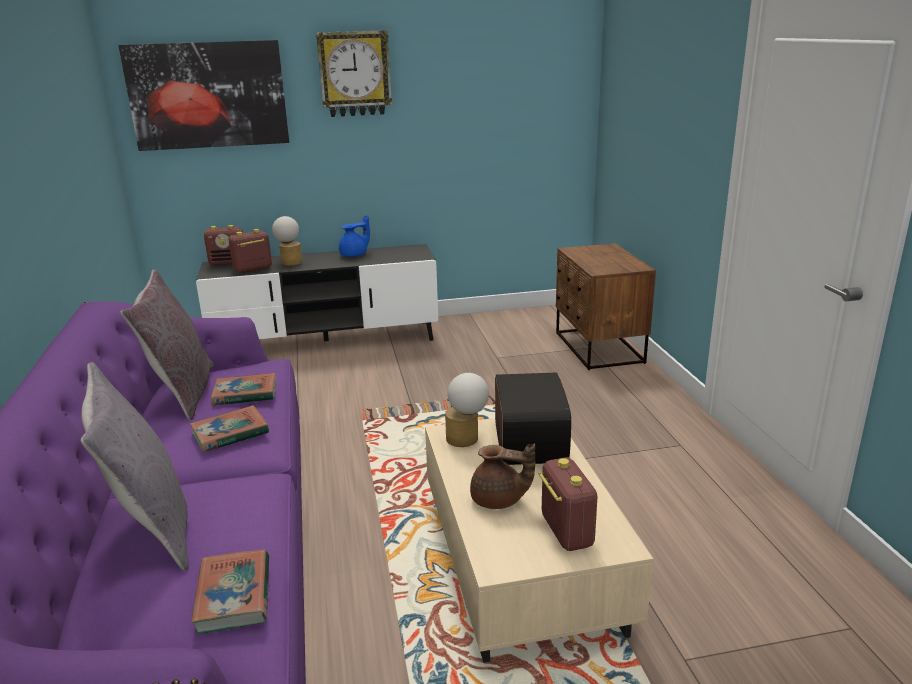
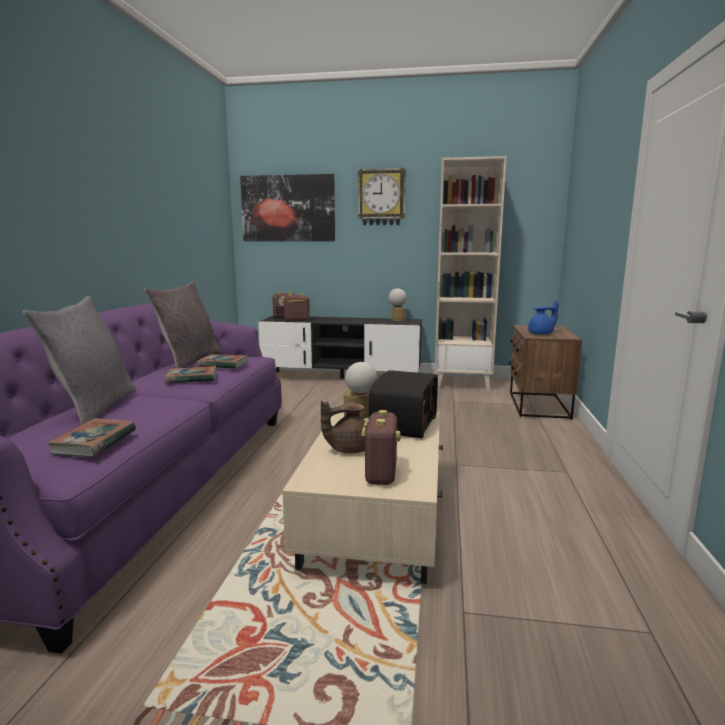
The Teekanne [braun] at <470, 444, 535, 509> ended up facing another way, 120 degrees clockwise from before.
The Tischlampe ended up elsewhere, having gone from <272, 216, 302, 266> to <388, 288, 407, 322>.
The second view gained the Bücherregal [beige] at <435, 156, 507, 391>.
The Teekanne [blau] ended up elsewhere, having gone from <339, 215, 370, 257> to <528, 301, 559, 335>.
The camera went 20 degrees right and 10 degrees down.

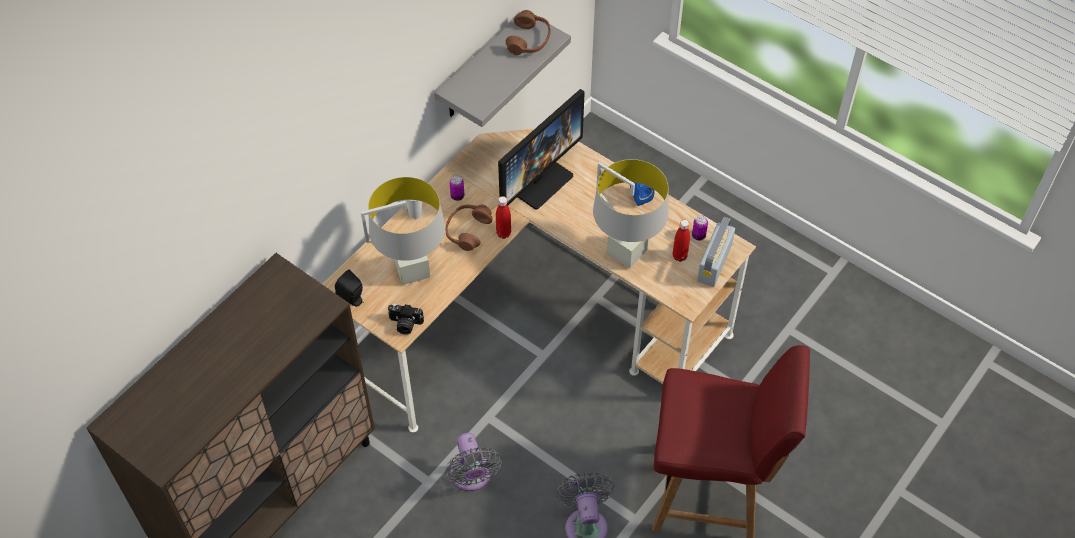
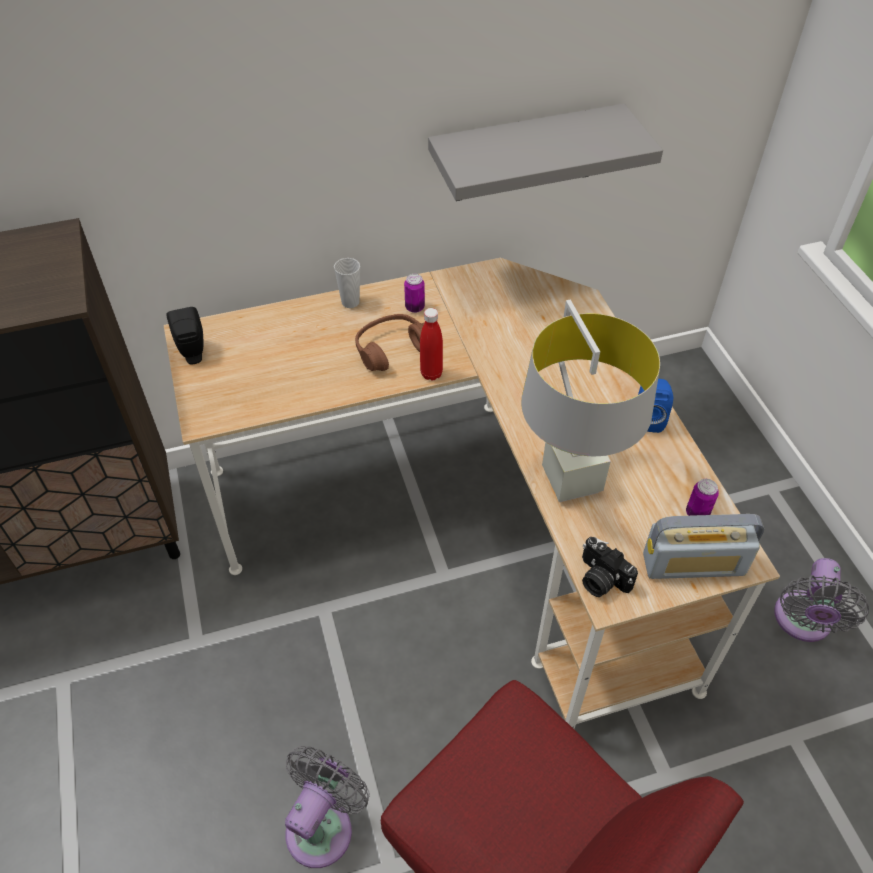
The Kamera ended up elsewhere, having gone from <387, 303, 424, 335> to <582, 537, 638, 597>.
The Radio at <697, 217, 735, 287> ended up facing another way, 150 degrees counterclockwise from before.
The Ventilator [grau] ended up elsewhere, having gone from <445, 433, 502, 491> to <774, 558, 869, 642>.
The second view lost the Tischlampe [grau] at <361, 177, 445, 285>.
The second view lost the Monitor at <498, 89, 585, 210>.
The second view lost the Kopfhörer [braun] at <506, 10, 551, 55>.
The second view lost the Flasche [rot] at <673, 220, 690, 262>.
The camera went 35 degrees right and 5 degrees down.

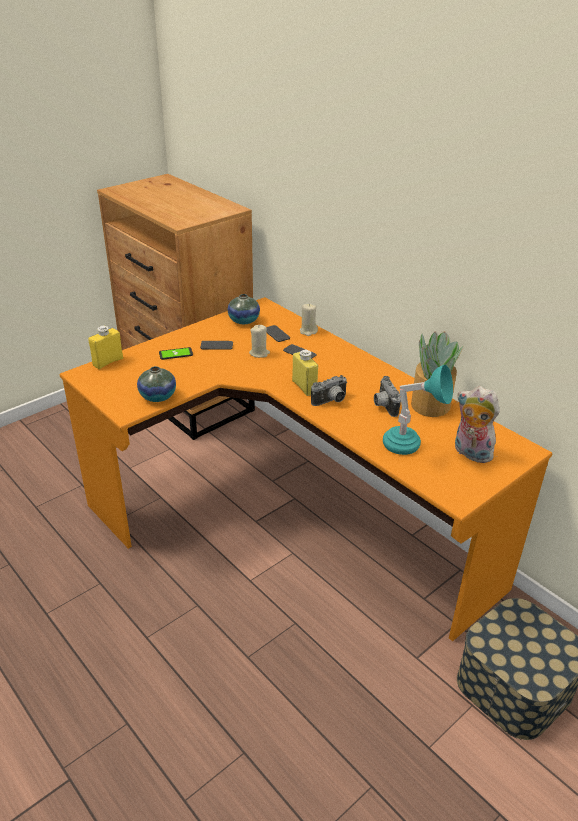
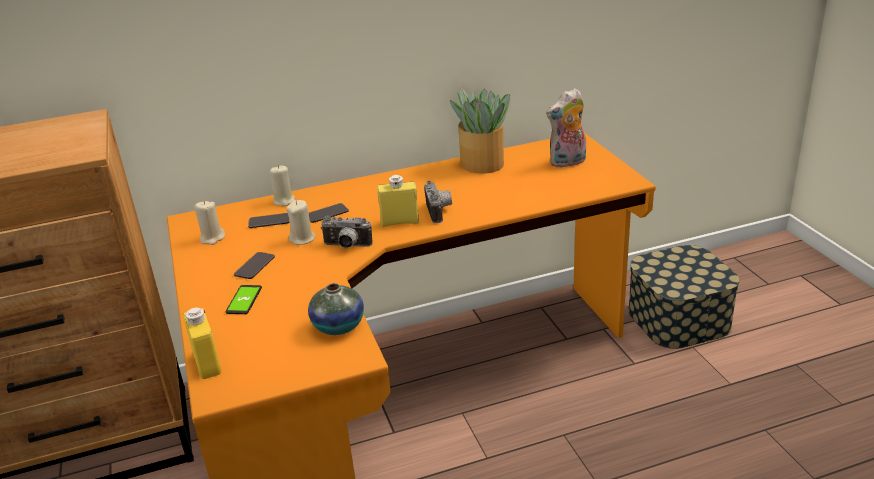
Where the Vase stood at <228, 294, 260, 324>, the Kerze [beige] came to stand at <194, 201, 225, 245>.
The Kamera ended up elsewhere, having gone from <374, 376, 401, 417> to <321, 216, 373, 248>.
The second view lost the Tischlampe [türkis] at <383, 365, 453, 455>.
The camera went 65 degrees left and 5 degrees down.

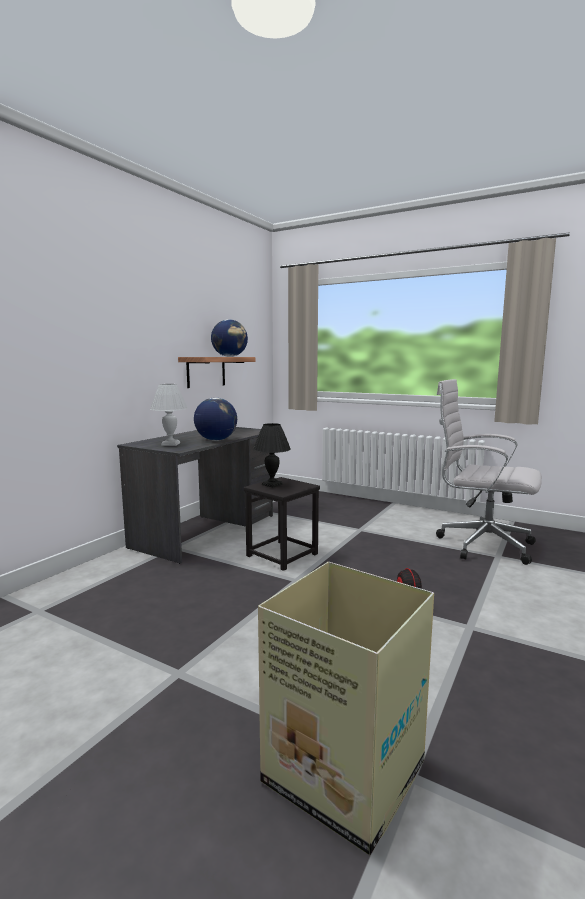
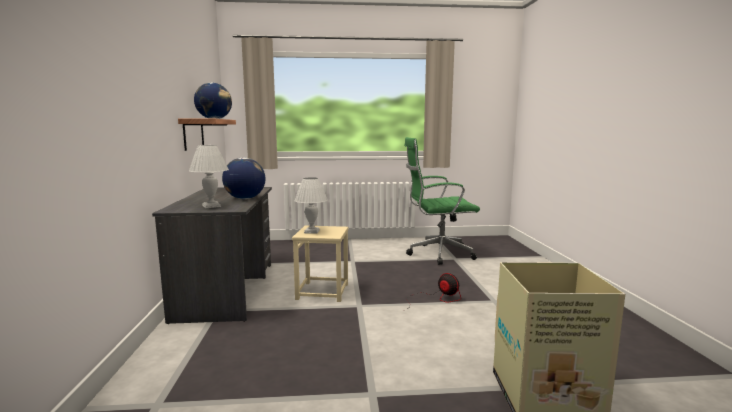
What was the Hocker [schwarz] at <244, 477, 320, 571> turned into the Hocker [beige] at <292, 226, 348, 302>.
What was the Tischlampe [schwarz] at <253, 423, 291, 488> turned into the Tischlampe [weiß] at <294, 177, 328, 234>.
What was the Bürostuhl [weiß] at <436, 379, 542, 565> turned into the Bürostuhl [grün] at <404, 137, 480, 265>.
The camera went 35 degrees left and 0 degrees up.

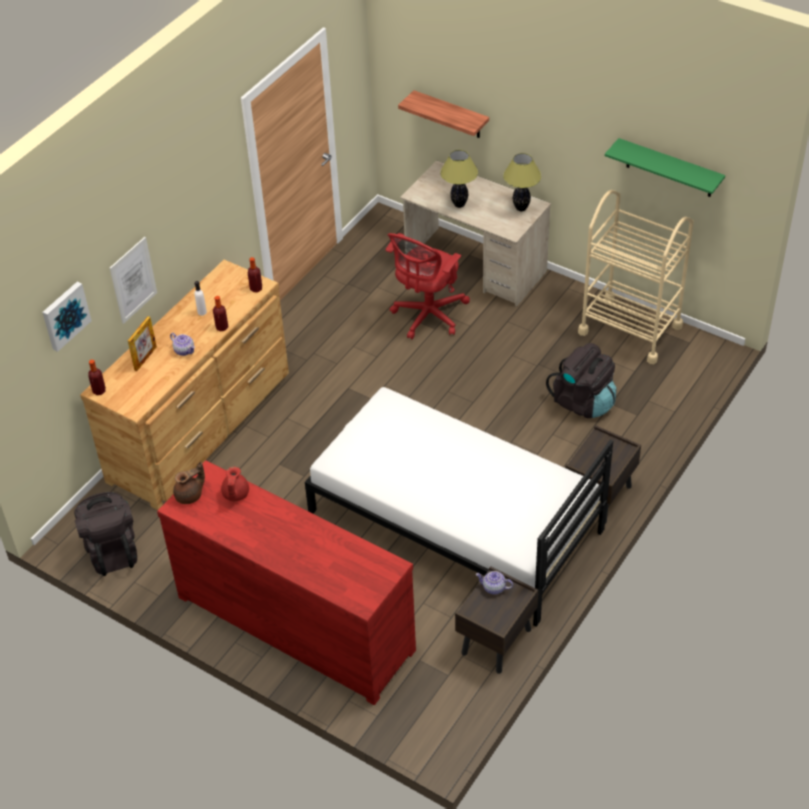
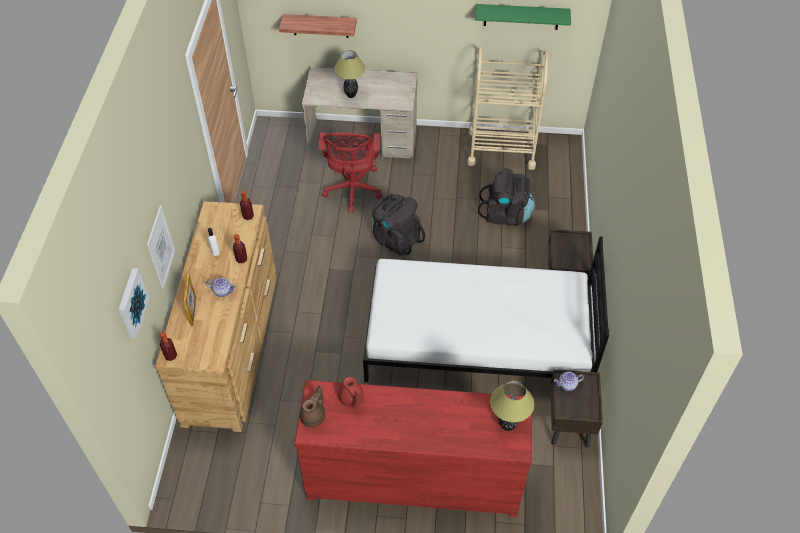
The Rucksack [schwarz] ended up elsewhere, having gone from <74, 492, 137, 576> to <372, 194, 425, 256>.
The Tischlampe ended up elsewhere, having gone from <503, 153, 541, 211> to <490, 381, 534, 431>.
The camera went 30 degrees left and 5 degrees up.

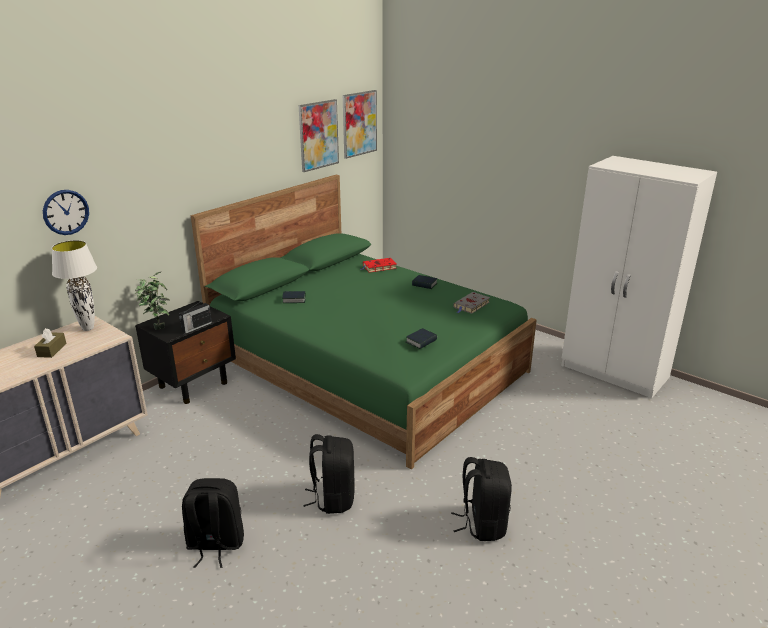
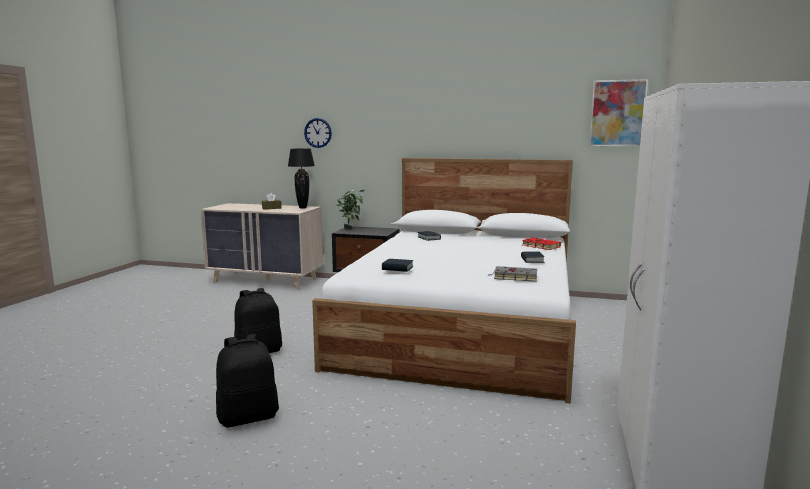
What was the Tischlampe [weiß] at <52, 240, 97, 331> turned into the Tischlampe [schwarz] at <288, 149, 315, 209>.
What was the Bett [grün] at <191, 175, 537, 469> turned into the Bett [weiß] at <312, 158, 576, 403>.
The second view lost the Radio at <179, 300, 212, 334>.
The second view lost the Rucksack [schwarz] at <182, 478, 244, 568>.
The second view lost the Bild at <298, 99, 339, 172>.
The camera went 65 degrees right and 15 degrees down.

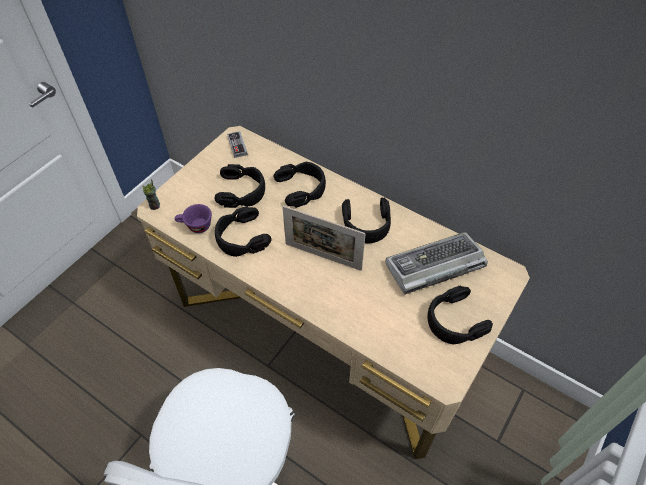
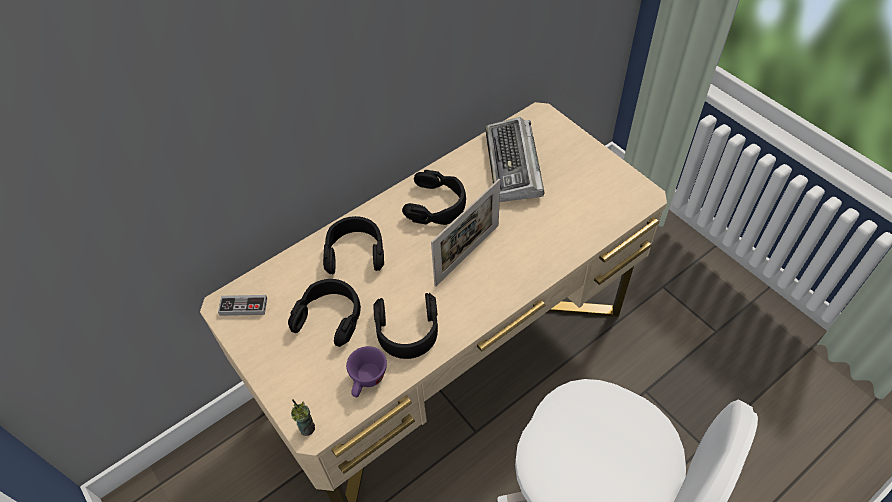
The second view lost the Kopfhörer [schwarz] at <428, 286, 493, 344>.
The camera went 70 degrees left and 0 degrees up.

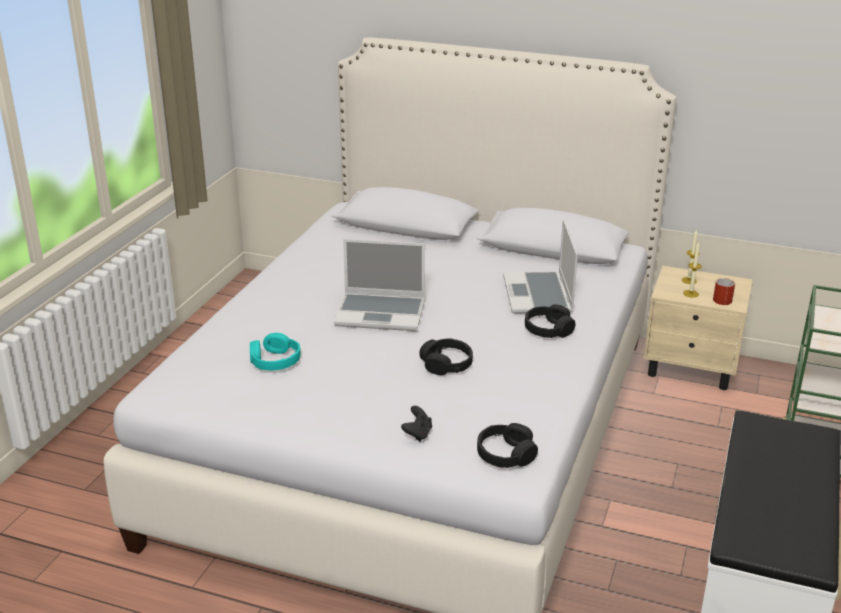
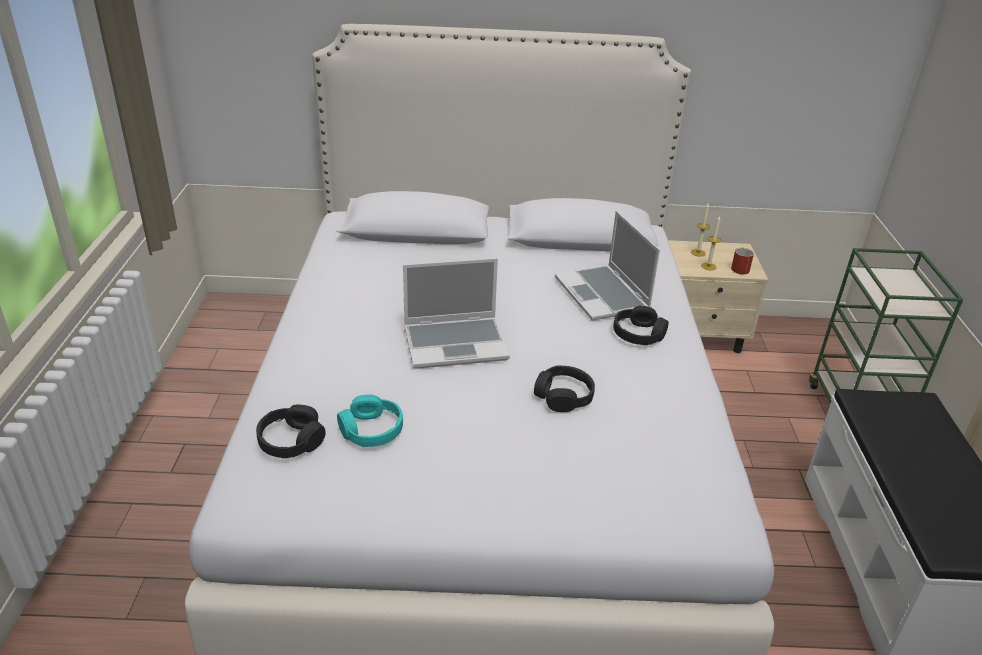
The Kopfhörer [schwarz] ended up elsewhere, having gone from <477, 423, 538, 468> to <256, 404, 325, 458>.
The second view lost the Gamepad [schwarz] at <401, 406, 432, 442>.
The camera went 20 degrees left and 5 degrees up.

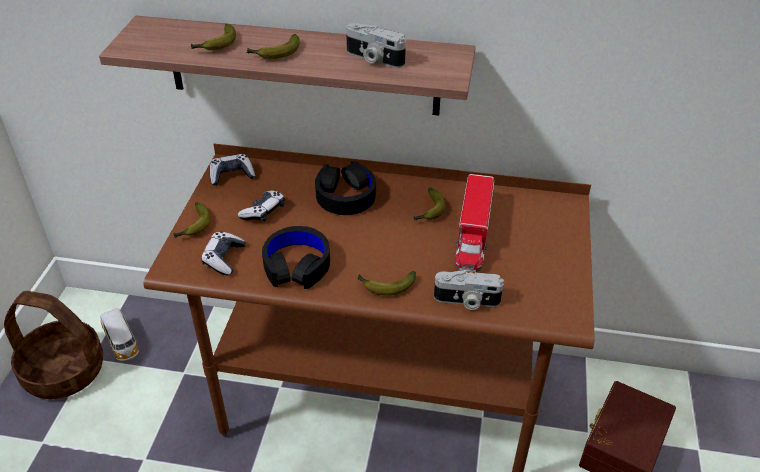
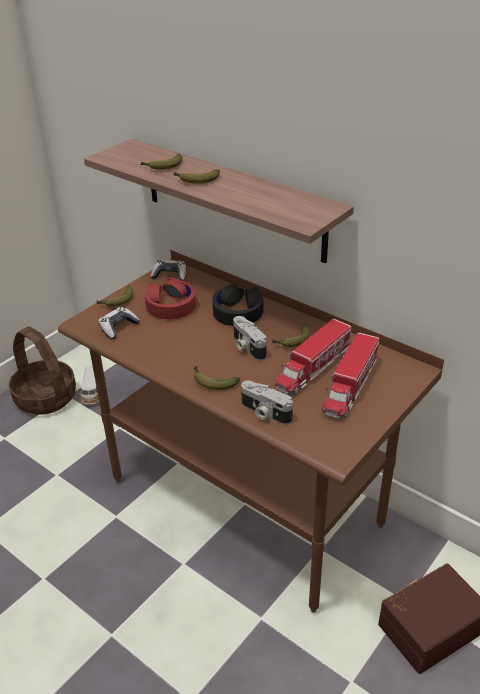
Where the Gamepad stood at <238, 190, 285, 222>, the Kopfhörer [rot] came to stand at <145, 278, 196, 319>.
The Kamera ended up elsewhere, having gone from <346, 23, 406, 68> to <233, 316, 267, 361>.
The second view gained the Spielzeuglaster at <322, 333, 379, 419>.
The second view lost the Kopfhörer [schwarz] at <262, 226, 330, 289>.
The camera went 30 degrees right and 5 degrees down.

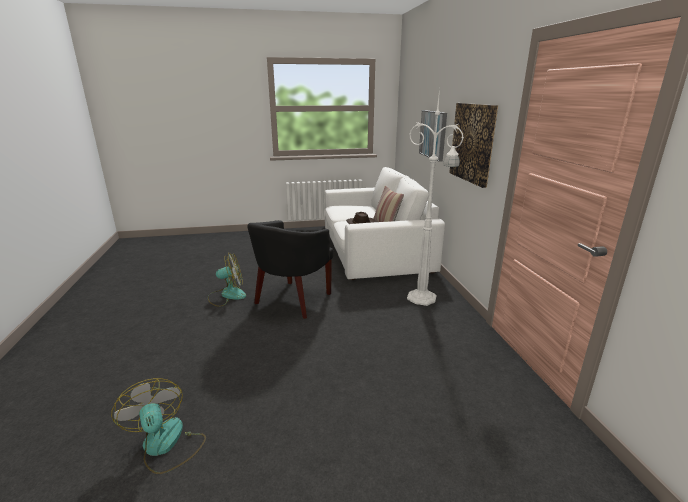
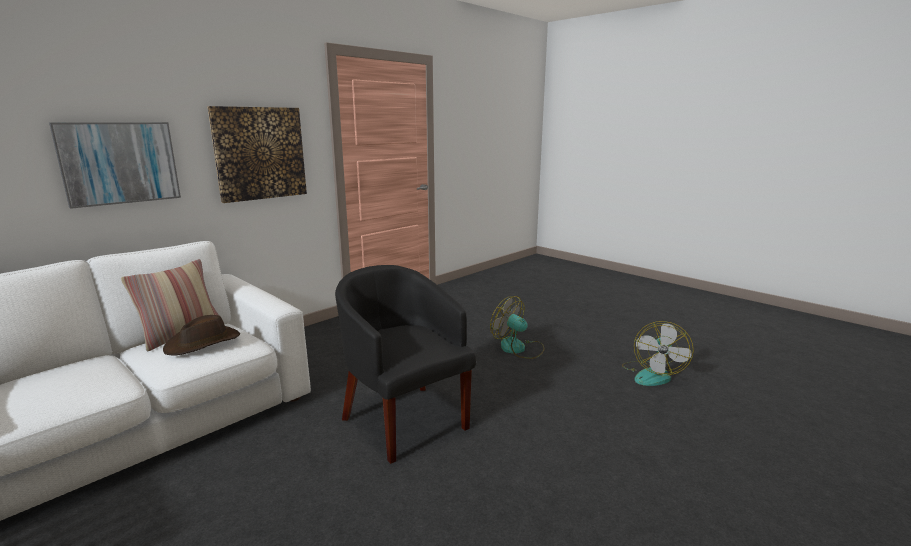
The Sessel [schwarz] at <247, 220, 333, 319> ended up facing another way, 120 degrees counterclockwise from before.
The Ventilator ended up elsewhere, having gone from <208, 253, 246, 307> to <490, 296, 544, 359>.
The second view lost the Stehlampe [weiß] at <407, 88, 464, 306>.
The camera went 125 degrees left and 5 degrees down.

